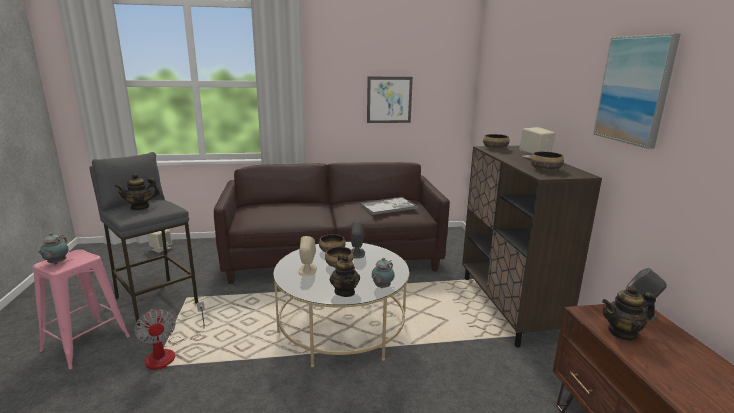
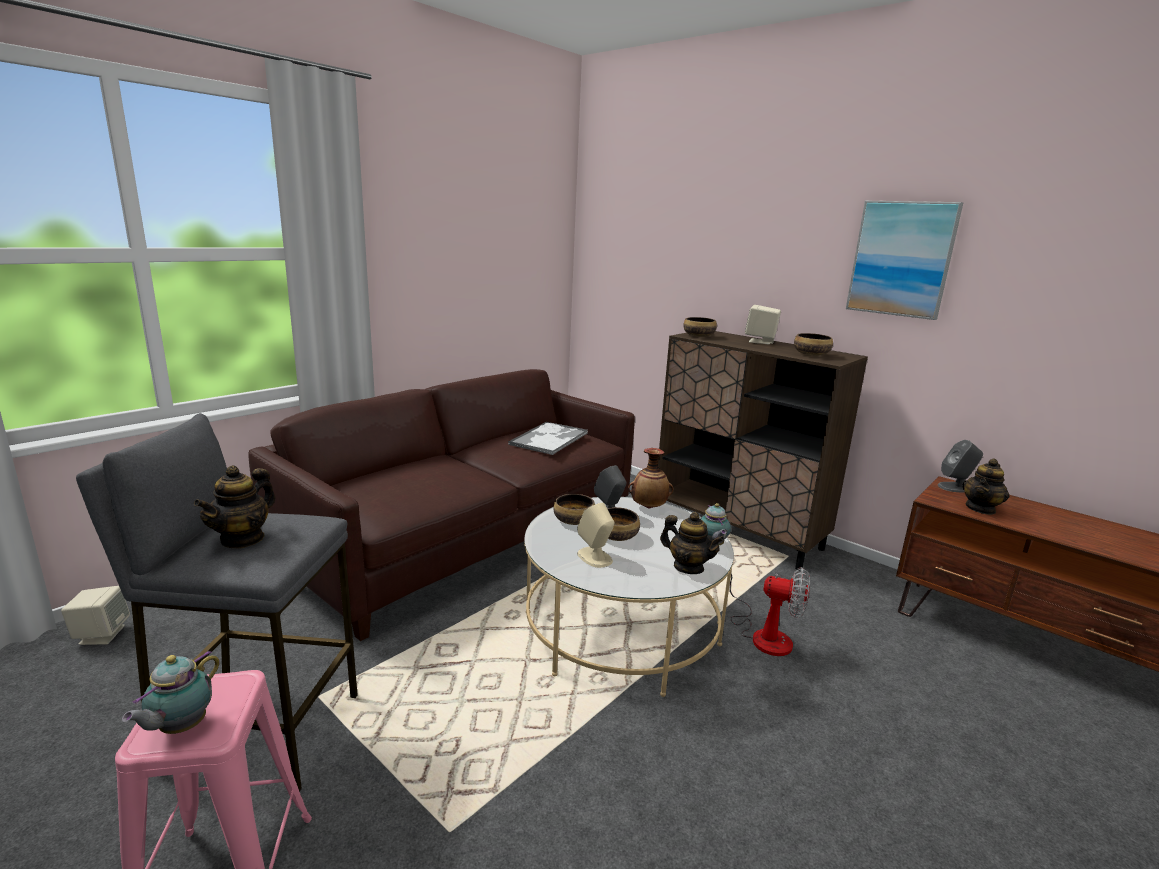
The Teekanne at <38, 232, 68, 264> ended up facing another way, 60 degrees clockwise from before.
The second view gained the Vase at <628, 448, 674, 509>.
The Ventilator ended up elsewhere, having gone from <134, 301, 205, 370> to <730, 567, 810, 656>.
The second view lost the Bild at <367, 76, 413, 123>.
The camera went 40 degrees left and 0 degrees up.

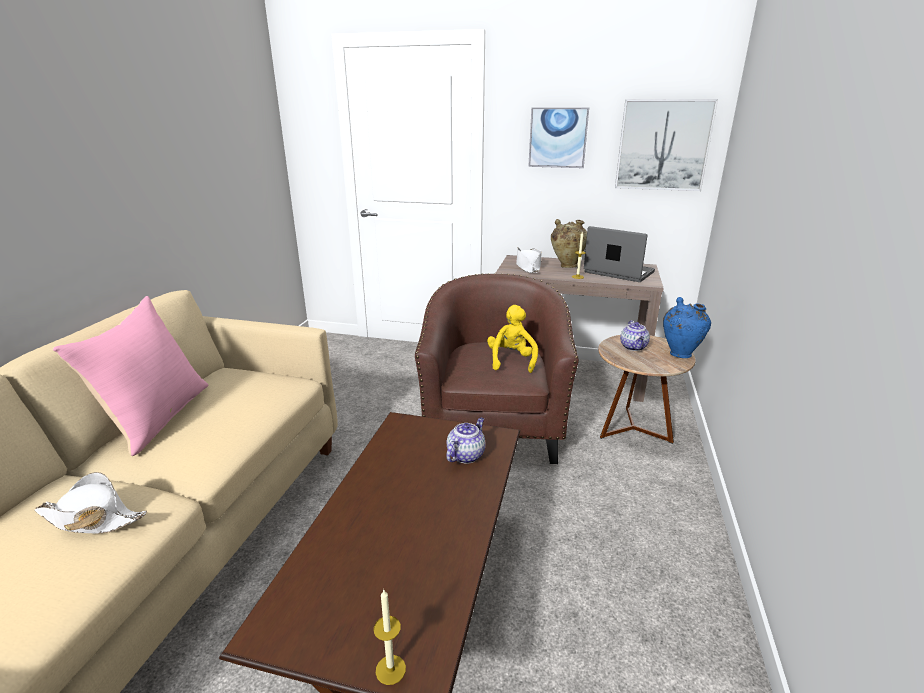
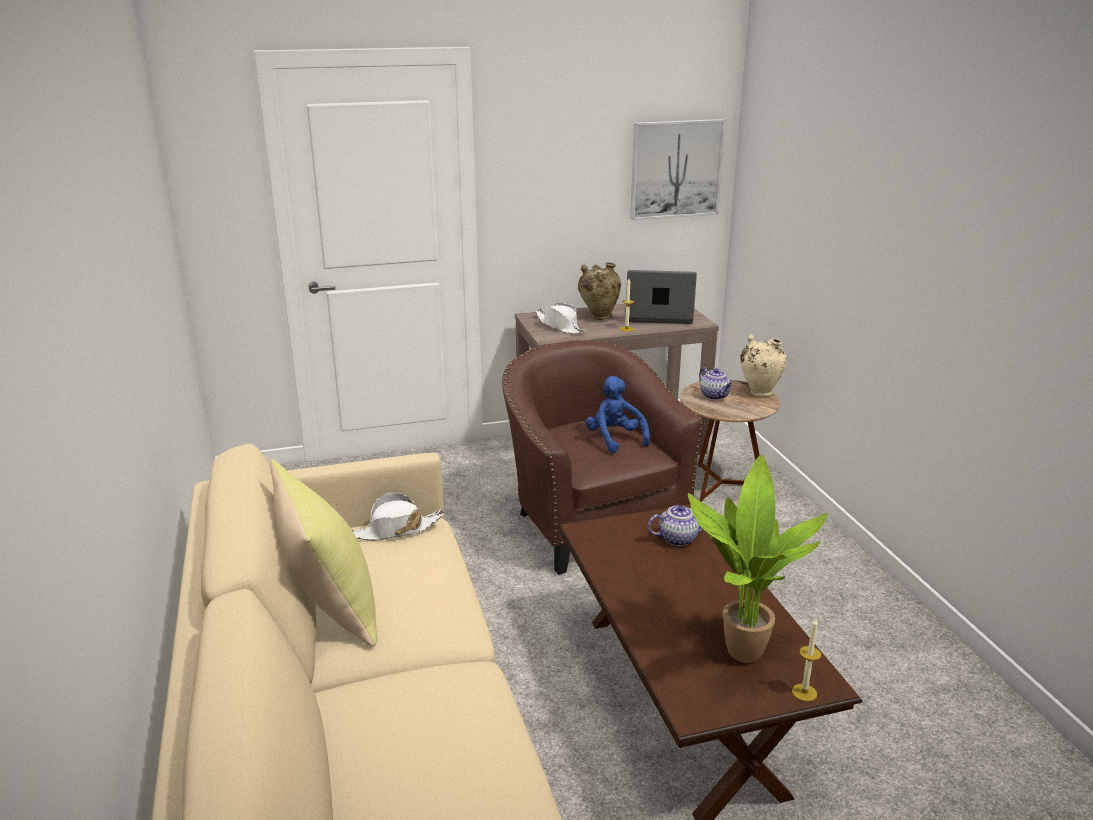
What was the Kissen [rosa] at <53, 296, 209, 456> turned into the Kissen [gelb] at <270, 459, 377, 647>.
The Hut [weiß] ended up elsewhere, having gone from <34, 472, 147, 533> to <352, 492, 445, 541>.
What was the Plüschtier [gelb] at <487, 305, 538, 373> turned into the Plüschtier [blau] at <585, 376, 650, 453>.
The Teekanne at <446, 418, 486, 464> ended up facing another way, 75 degrees clockwise from before.
The second view gained the Topfpflanze at <688, 455, 827, 663>.
What was the Vase [blau] at <663, 297, 711, 358> turned into the Vase [beige] at <740, 334, 787, 397>.
The second view lost the Bild at <528, 107, 589, 168>.
The camera went 30 degrees left and 0 degrees up.

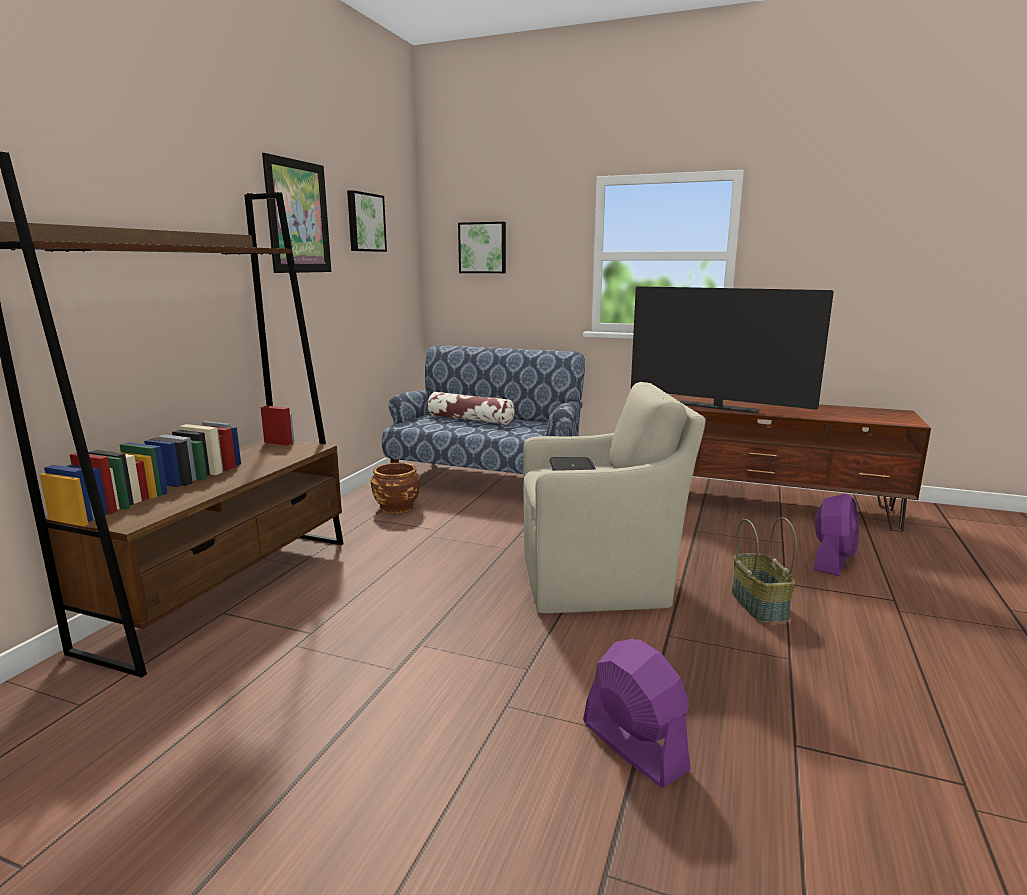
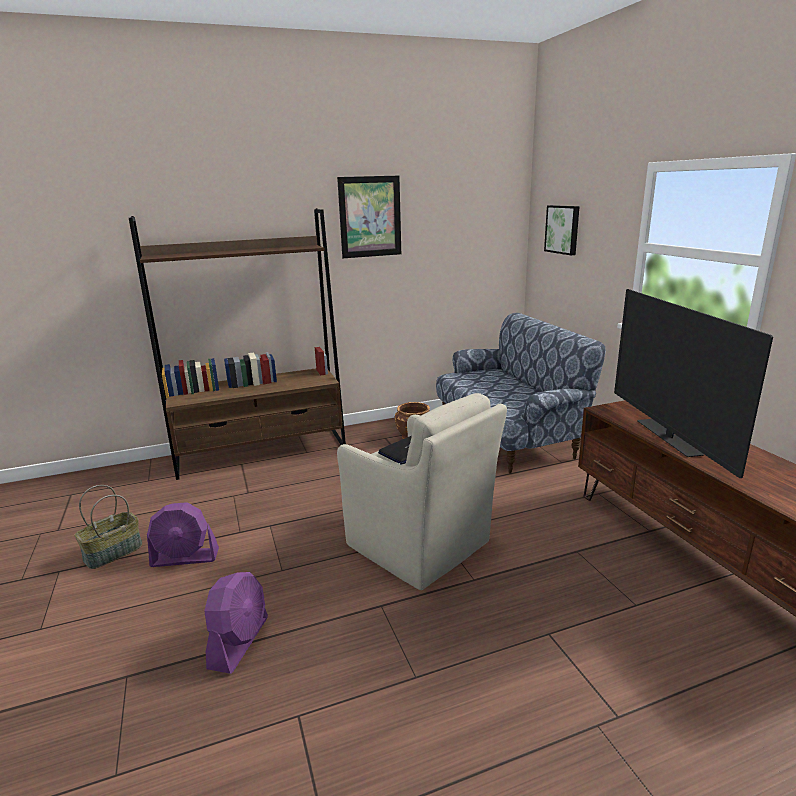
The Korb ended up elsewhere, having gone from <732, 517, 797, 623> to <75, 485, 142, 569>.
The Ventilator [lila] ended up elsewhere, having gone from <814, 494, 859, 576> to <147, 502, 219, 567>.
The second view lost the Bild at <347, 190, 387, 252>.
The second view lost the Kissen at <427, 392, 515, 425>.
The camera went 50 degrees right and 5 degrees up.

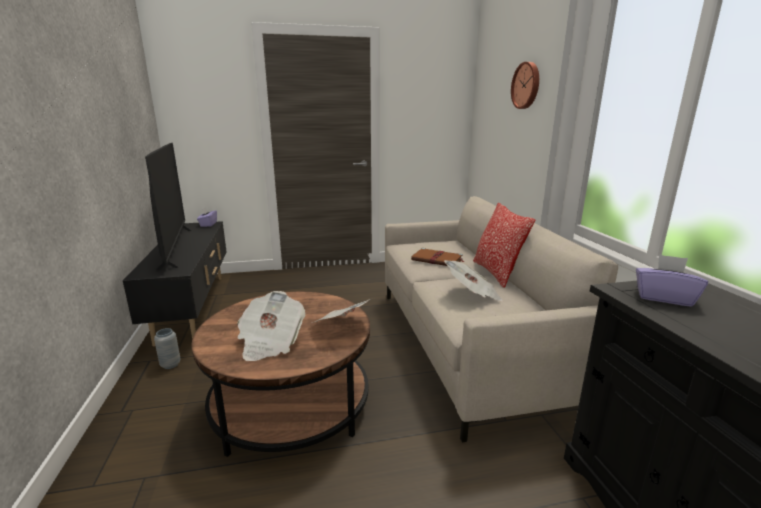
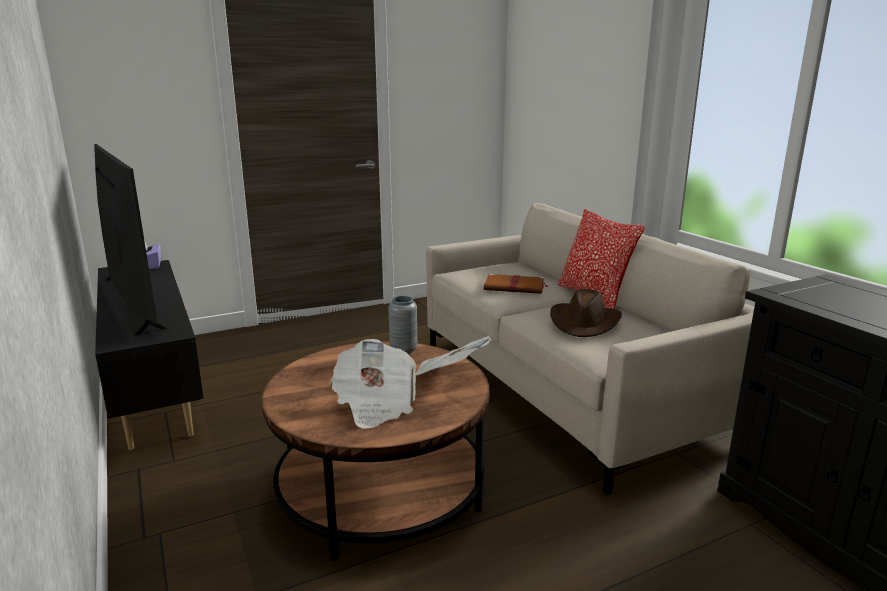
The Vase [grau] ended up elsewhere, having gone from <154, 328, 180, 369> to <389, 296, 417, 354>.
Where the Zeitung stood at <444, 260, 503, 302>, the Hut [braun] came to stand at <550, 289, 622, 337>.
The second view lost the Wanduhr at <511, 62, 539, 109>.
The second view lost the Taschentuchbox [lila] at <636, 254, 708, 307>.
The camera went 15 degrees left and 0 degrees up.

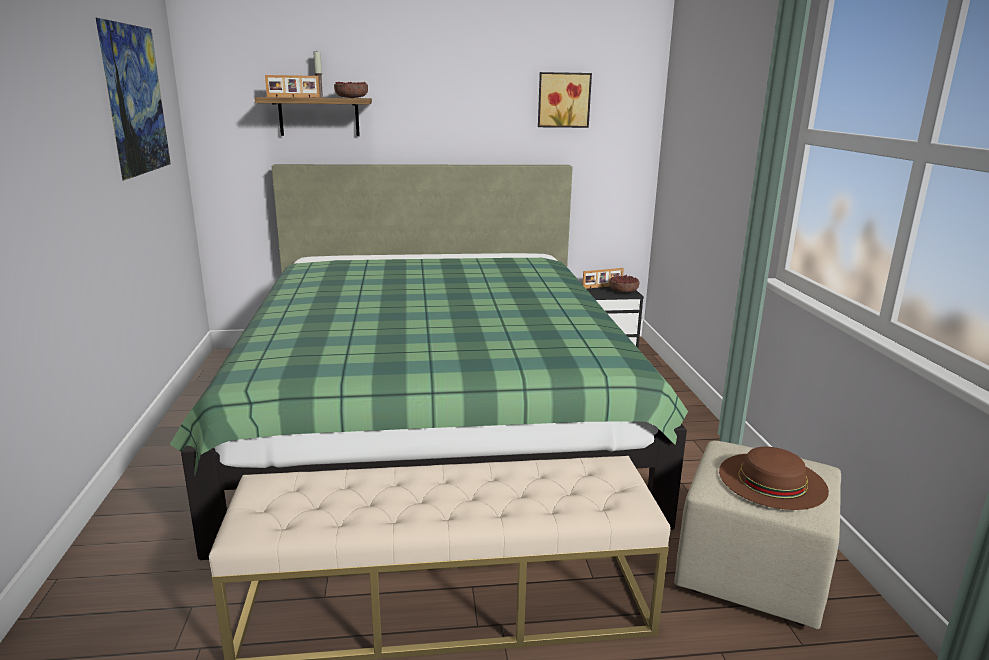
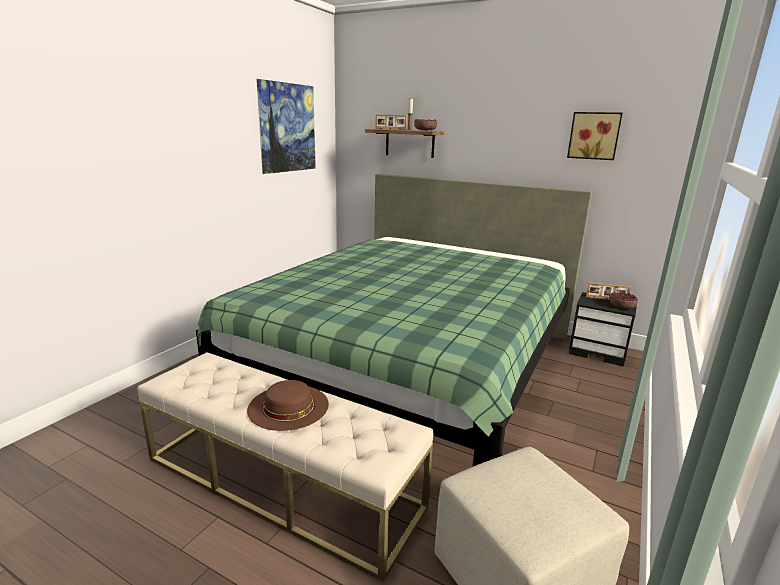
The Hut [braun] ended up elsewhere, having gone from <719, 447, 829, 510> to <247, 380, 329, 431>.
The camera went 35 degrees right and 0 degrees up.

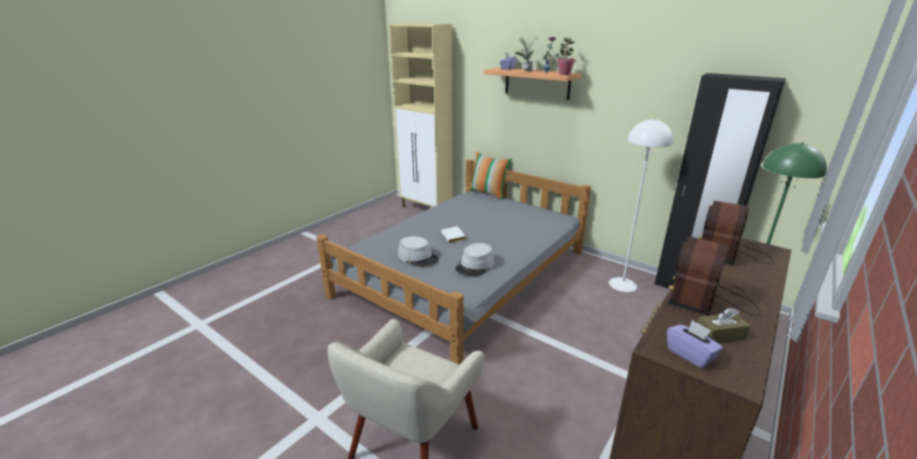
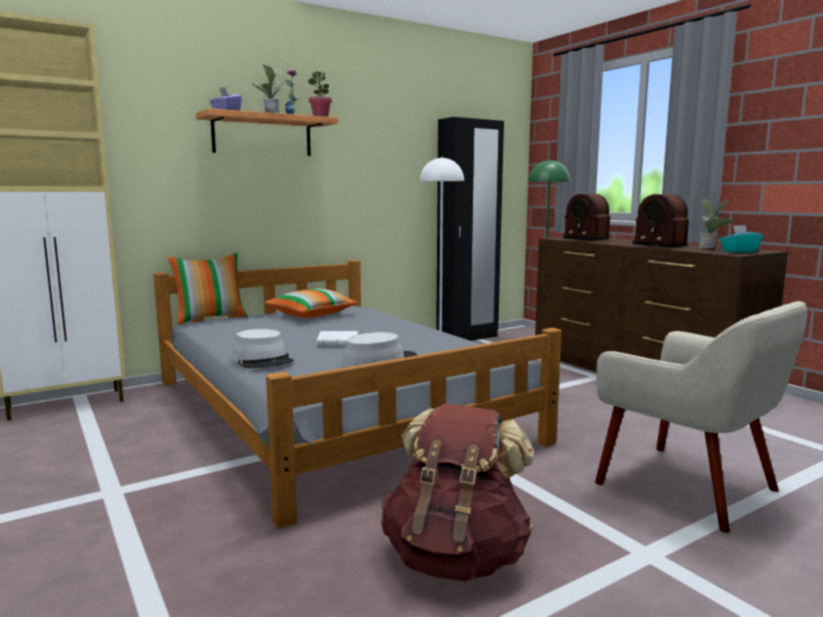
The Hut [grau] ended up elsewhere, having gone from <455, 243, 494, 276> to <233, 329, 294, 368>.
The second view gained the Kissen at <264, 289, 359, 318>.
The second view gained the Rucksack [braun] at <381, 404, 534, 582>.
Where the Taschentuchbox [braun] stood at <697, 308, 750, 343>, the Topfpflanze came to stand at <699, 198, 733, 249>.
What was the Taschentuchbox [lila] at <667, 320, 724, 369> turned into the Taschentuchbox [türkis] at <720, 225, 763, 253>.
The camera went 70 degrees left and 15 degrees down.

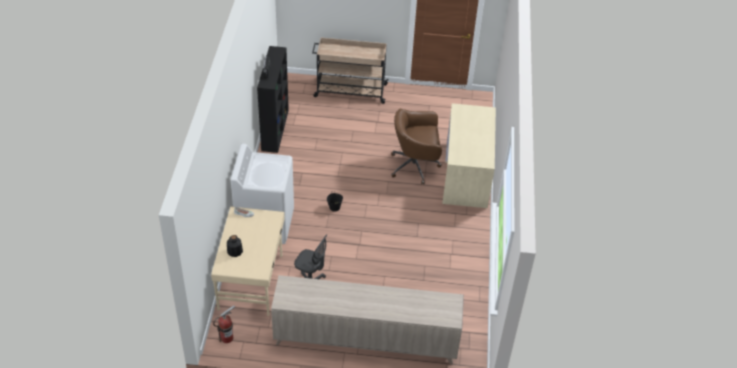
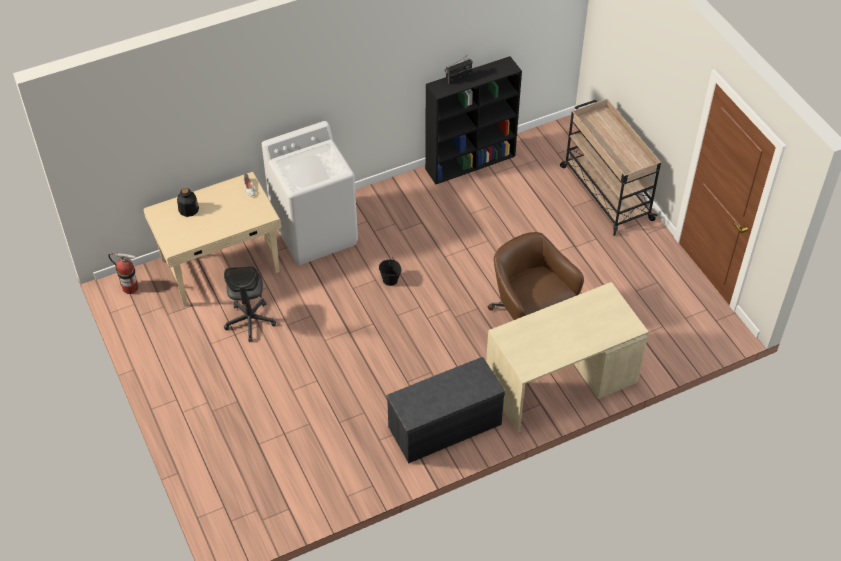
The second view gained the Bank [grau] at <387, 357, 505, 463>.
The second view lost the Schrank [beige] at <271, 275, 464, 364>.
The camera went 60 degrees right and 5 degrees up.

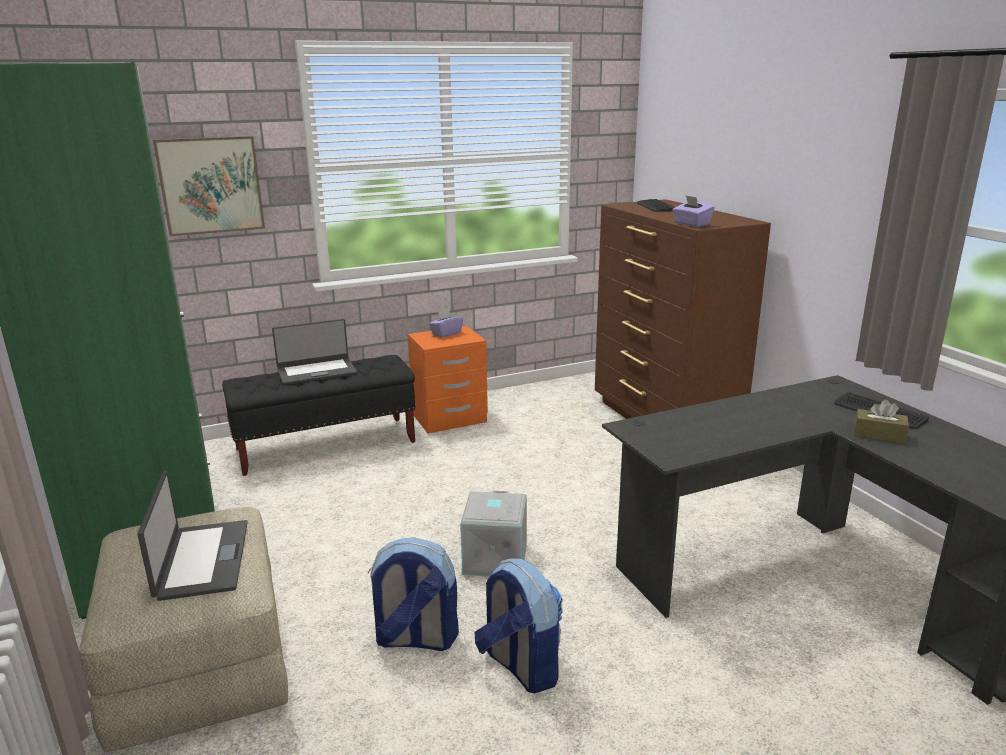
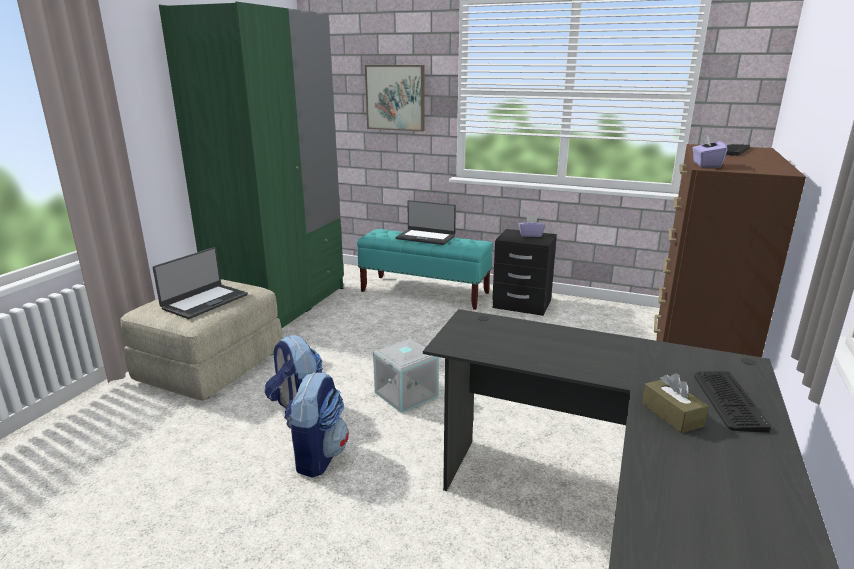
What was the Bank [schwarz] at <222, 355, 416, 476> turned into the Bank [türkis] at <357, 229, 493, 310>.
What was the Nachttisch [orange] at <408, 326, 488, 433> turned into the Nachttisch [schwarz] at <492, 229, 557, 316>.
The camera went 45 degrees right and 0 degrees up.

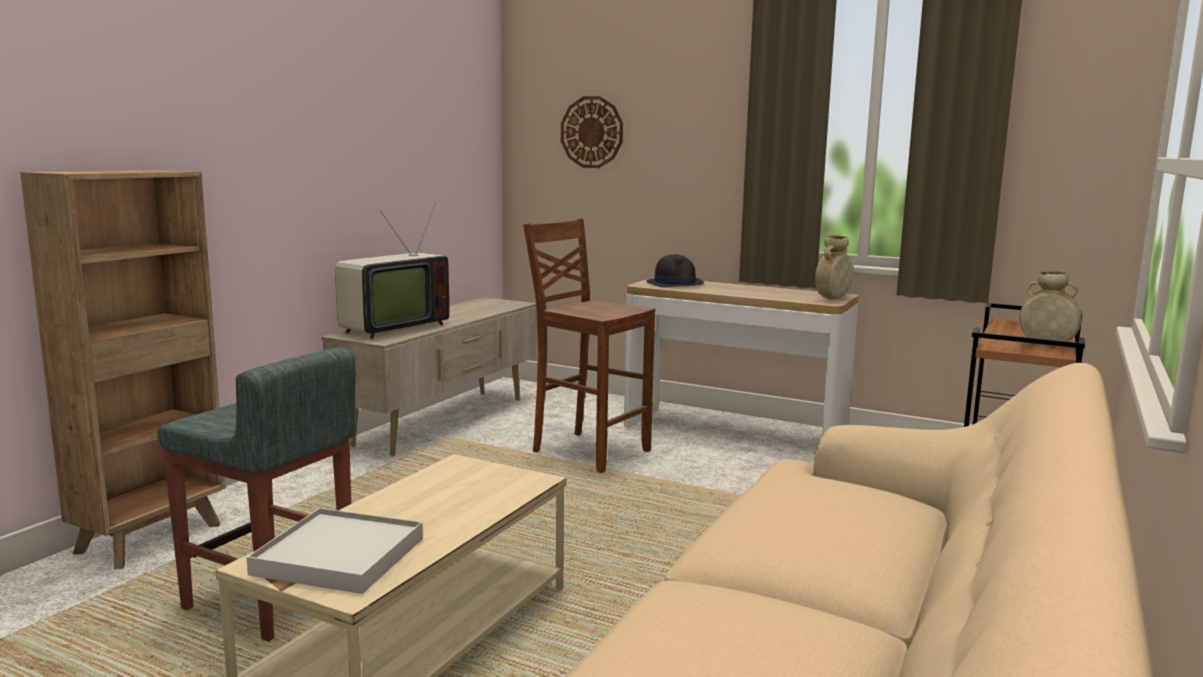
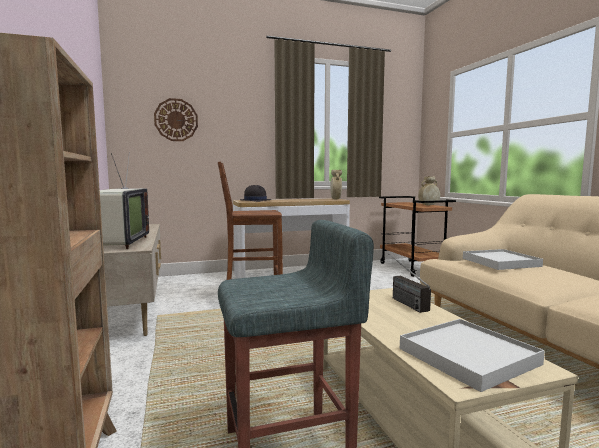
The second view gained the Radio at <388, 254, 431, 313>.
The second view gained the Tablett [weiß] at <463, 249, 543, 270>.
The camera went 45 degrees left and 5 degrees down.

